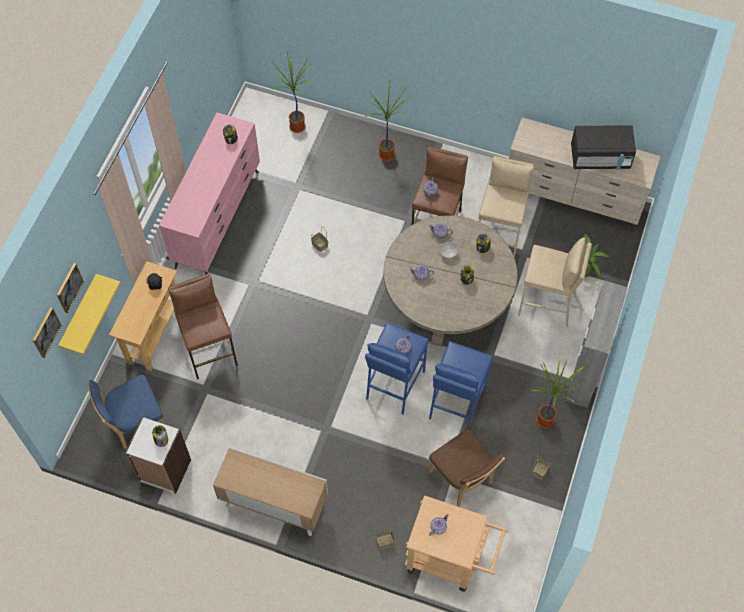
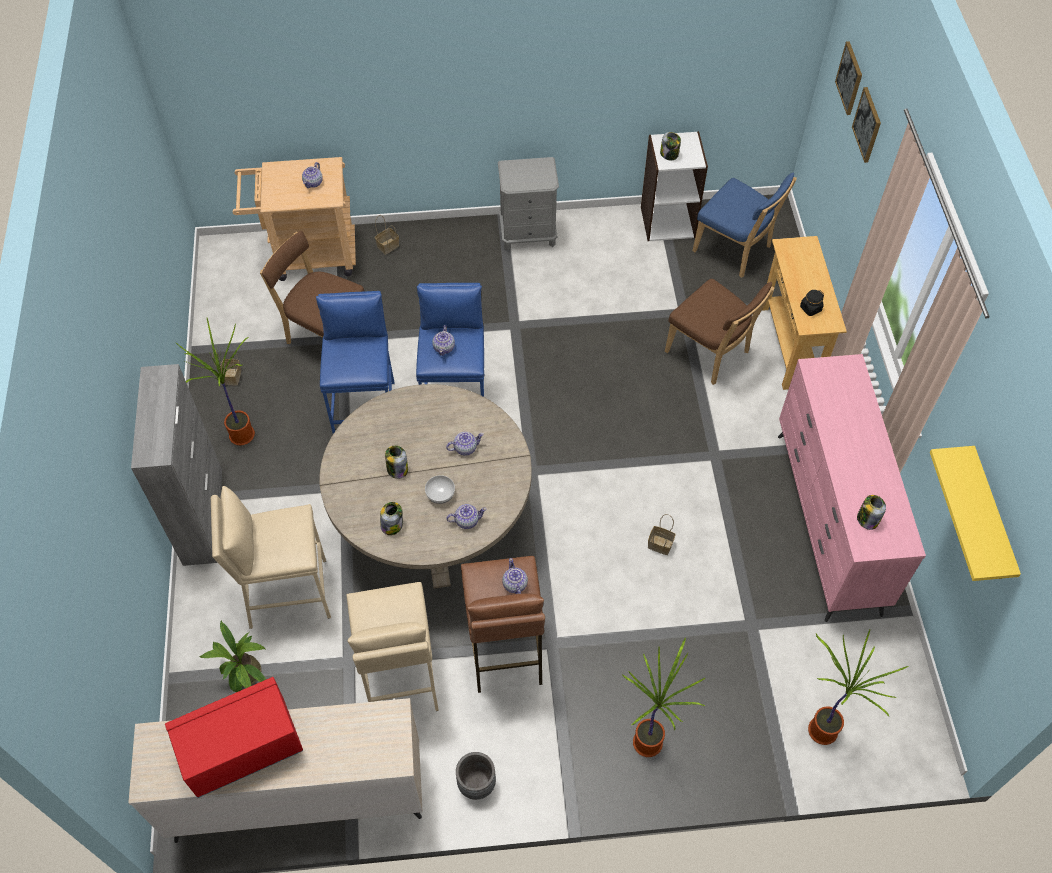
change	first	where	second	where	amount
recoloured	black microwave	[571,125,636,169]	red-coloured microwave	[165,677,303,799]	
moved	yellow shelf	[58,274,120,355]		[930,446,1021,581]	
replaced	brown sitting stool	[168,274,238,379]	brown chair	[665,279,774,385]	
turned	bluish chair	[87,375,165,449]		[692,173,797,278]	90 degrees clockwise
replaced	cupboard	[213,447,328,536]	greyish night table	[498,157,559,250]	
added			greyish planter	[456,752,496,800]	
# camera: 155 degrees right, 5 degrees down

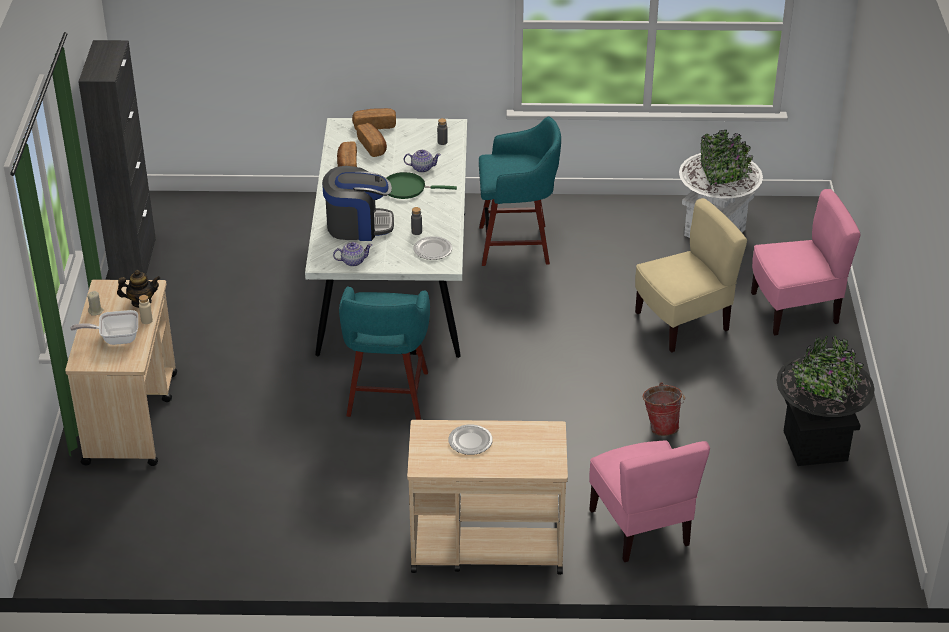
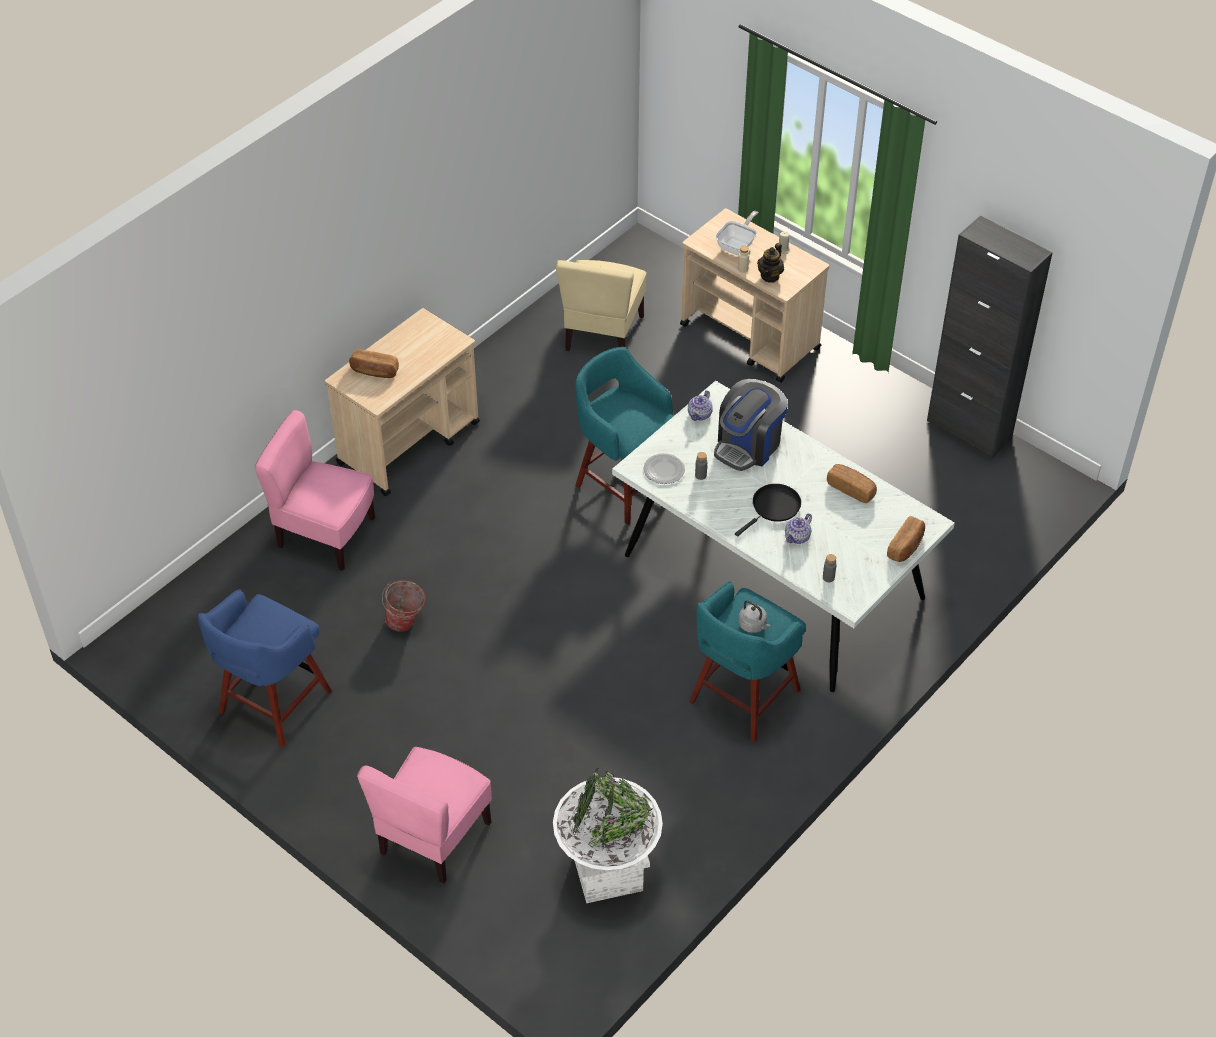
change	first	where	second	where	amount
moved	bread	[357,123,387,157]		[349,349,399,378]	
recoloured	greenish pan	[385,172,457,199]	black pan	[735,484,801,536]	
moved	beige-coloured chair	[635,198,747,353]		[555,260,647,351]	
replaced	black planter	[776,335,875,466]	bluish sitting stool	[198,589,332,748]	
removed	dinner plate	[448,424,493,455]			
added			greyish tea kettle	[738,600,770,633]	
# camera: 130 degrees right, 10 degrees up

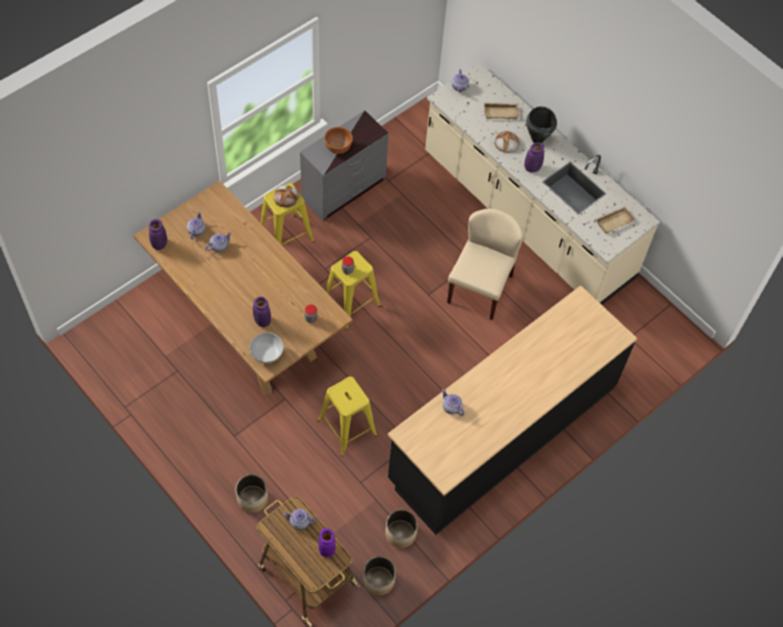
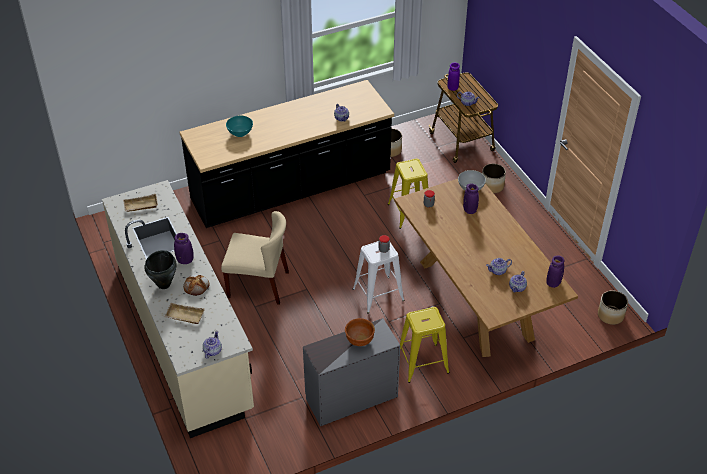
change	first	where	second	where	amount
removed	bread	[273,185,299,208]			
turned	beige-coloured chair	[447,209,524,320]		[221,211,289,305]	120 degrees counterclockwise
recoloured	yellow sitting stool	[326,251,381,330]	white-coloured sitting stool	[353,241,405,313]	
moved	planter	[363,556,396,596]		[598,290,628,325]	
added			turquoise bowl	[226,116,253,137]	
# camera: 160 degrees left, 15 degrees down

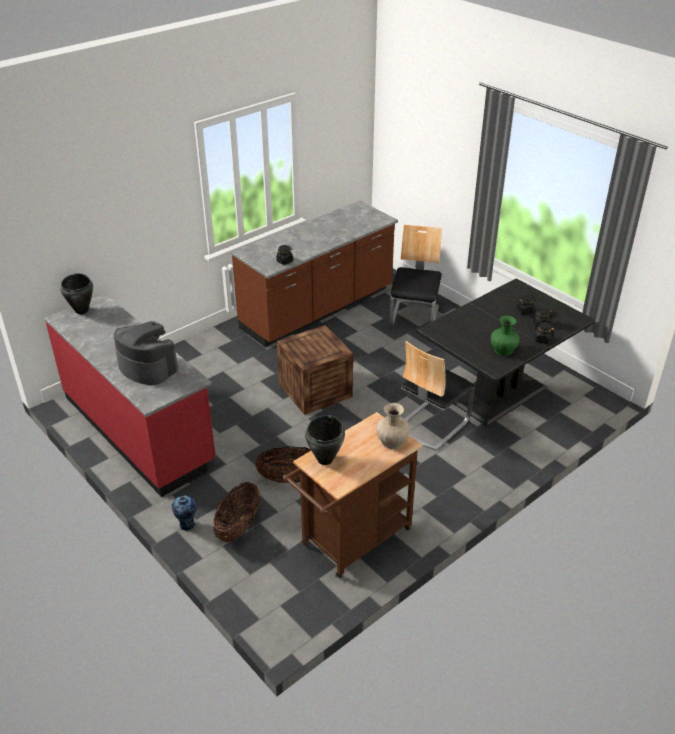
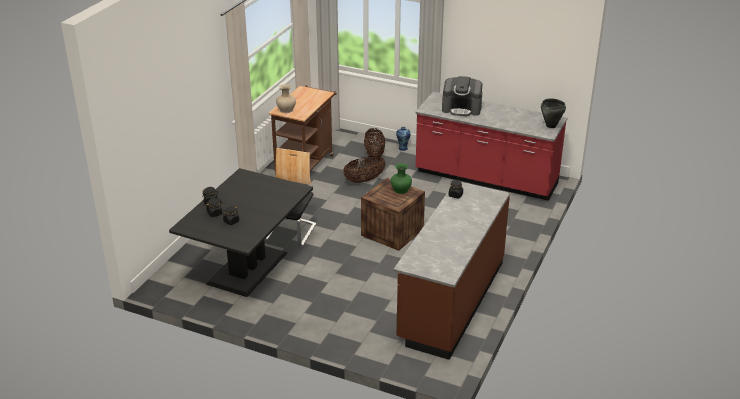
change	first	where	second	where	amount
removed	chair	[390,224,442,326]			
moved	greenish vase	[491,316,519,356]		[390,163,412,194]	
removed	black cooking pot	[305,415,345,465]			
# camera: 155 degrees right, 5 degrees down

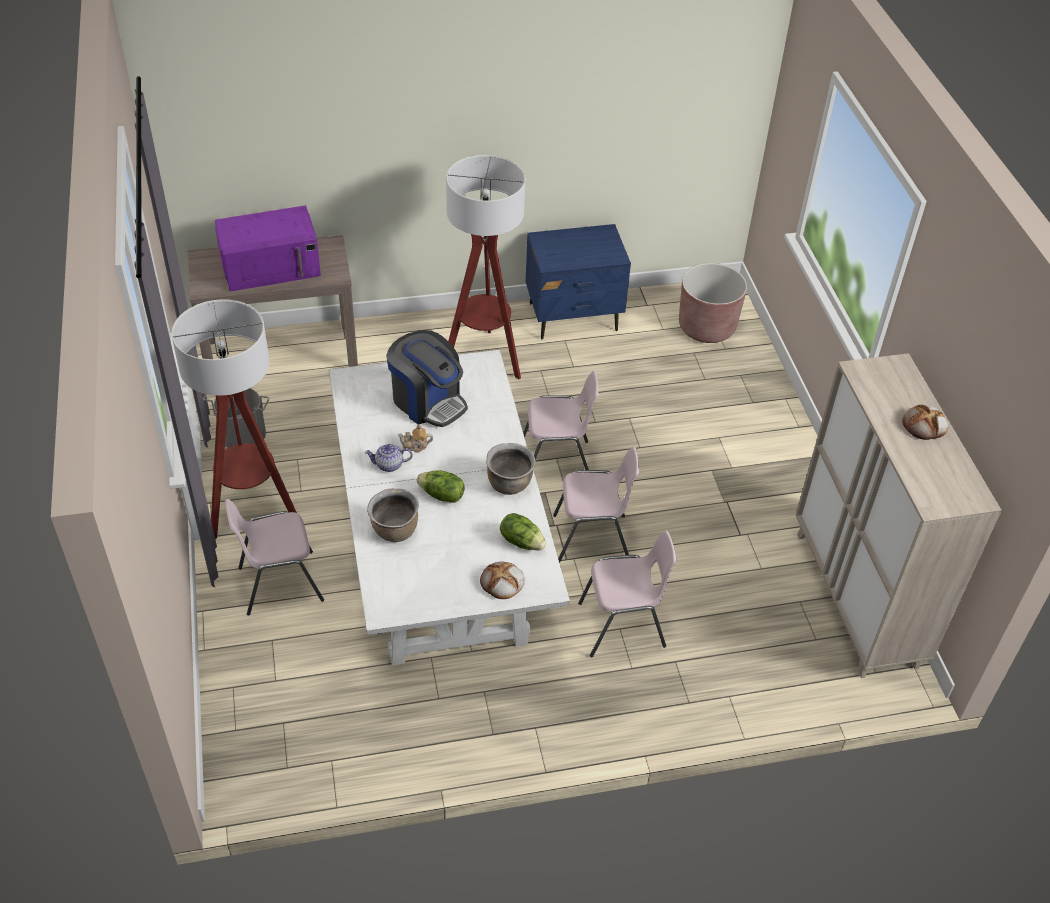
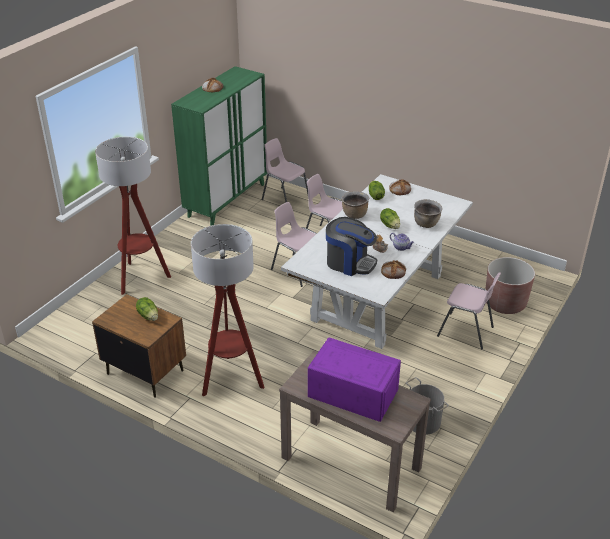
change	first	where	second	where	amount
recoloured	bluish night table	[526,224,631,340]	brown night table	[92,294,186,398]	
moved	brown planter	[679,263,747,343]		[486,257,535,314]	
moved	standard lamp	[171,299,297,539]		[95,137,171,295]	
turned	coffee machine	[386,330,468,427]		[326,217,377,276]	120 degrees clockwise
recoloured	beige-coloured cupboard	[796,353,1001,678]	greenish cupboard	[171,66,268,226]	
moved	pink-coloured chair	[523,371,598,470]		[262,138,308,202]	
added			bread	[381,260,406,279]	
added			lettuce	[136,297,158,321]	
# camera: 135 degrees left, 10 degrees down

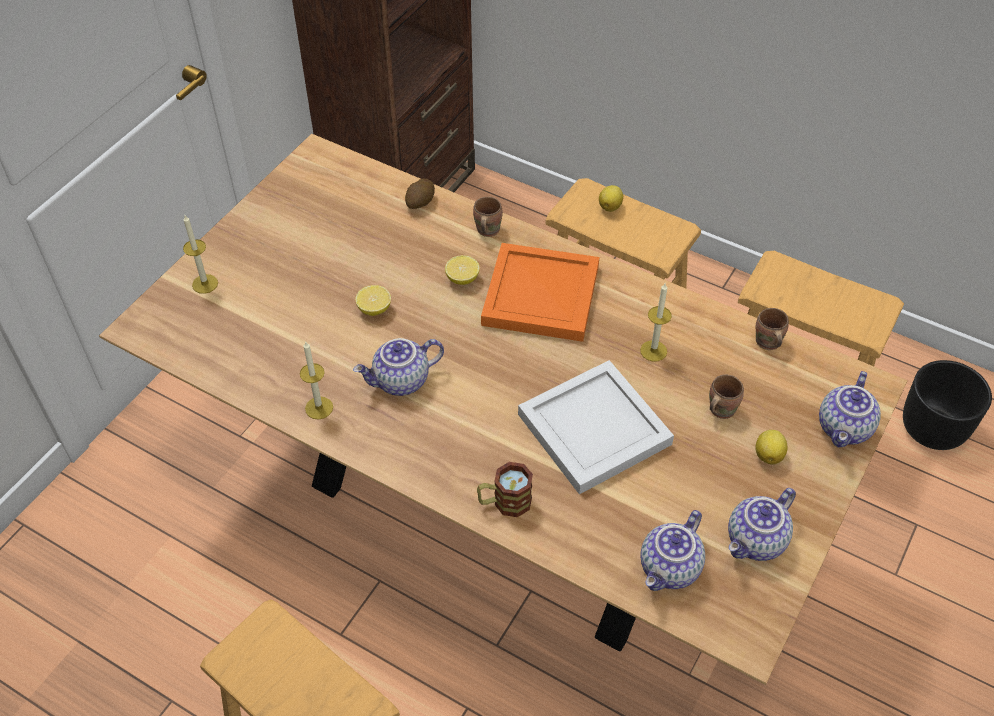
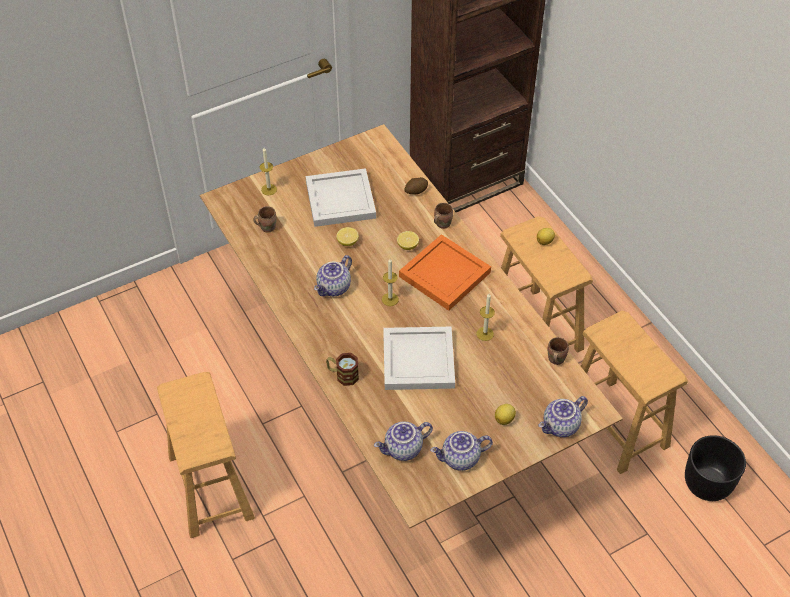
change	first	where	second	where	amount
turned	teapot	[353,338,444,396]		[314,255,352,296]	60 degrees counterclockwise
moved	candle	[300,342,333,419]		[382,259,399,306]	
moved	brown coffee mug	[709,374,744,419]		[253,206,277,233]	
added			white-coloured carrying tray	[306,168,376,227]	
# camera: 30 degrees right, 0 degrees up

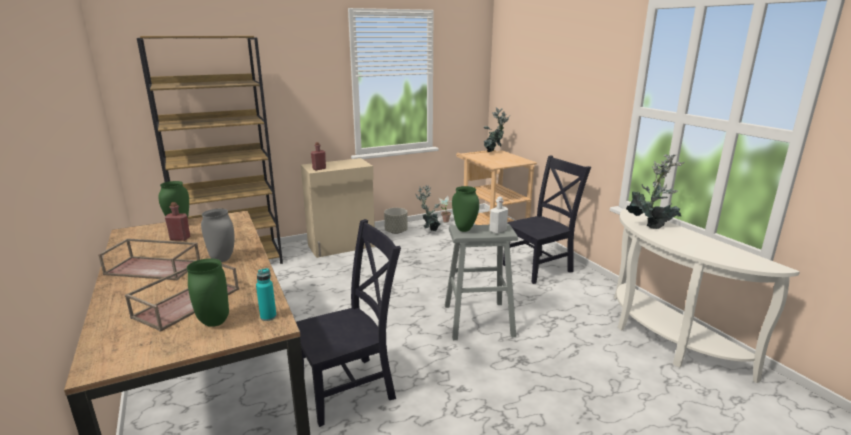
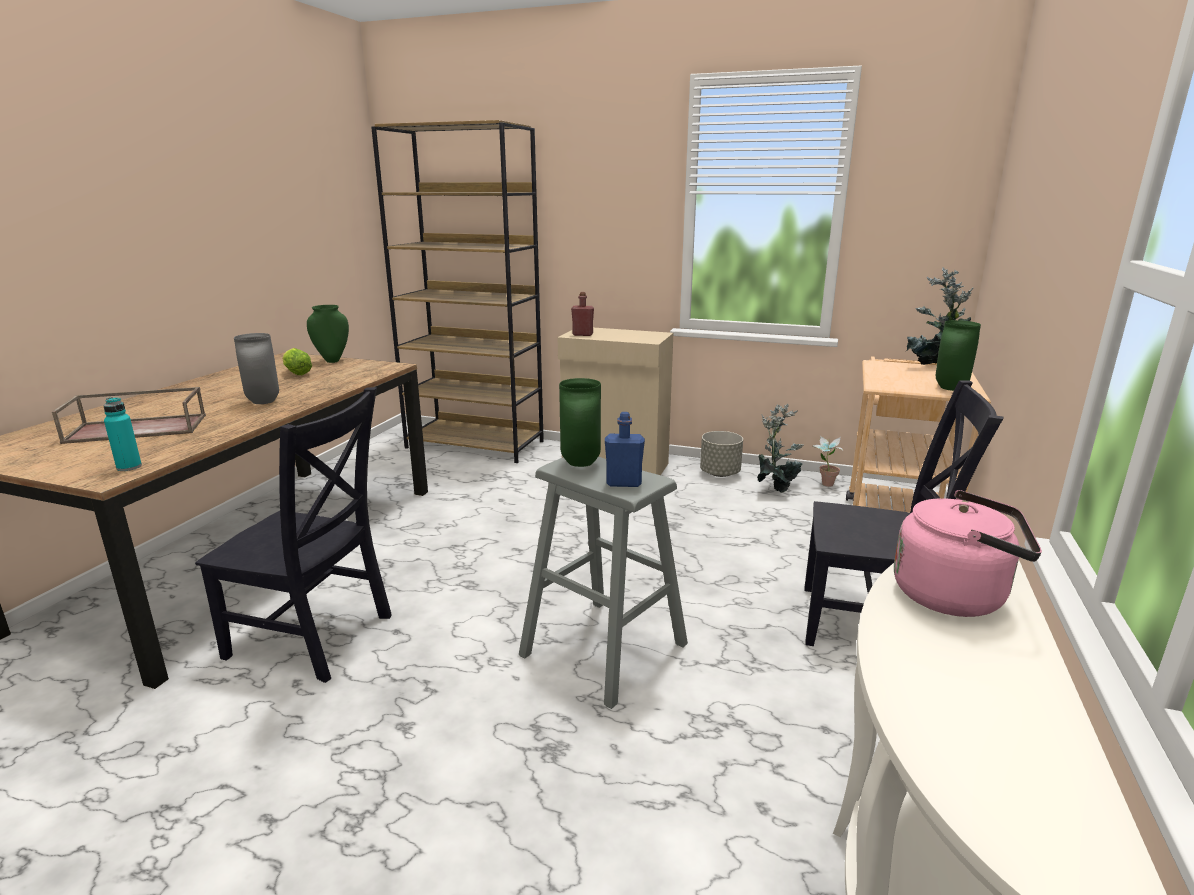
change	first	where	second	where	amount
replaced	plant in a pot	[626,154,685,229]	pink-coloured tea kettle	[894,490,1042,617]	
recoloured	white-coloured drink bottle	[489,196,508,234]	bluish drink bottle	[605,412,645,487]	
replaced	red-coloured drink bottle	[165,202,190,241]	lettuce	[282,348,312,375]	
removed	brown carrying tray	[98,238,200,280]			
moved	greenish vase	[187,258,229,327]		[936,320,981,391]	
# camera: 45 degrees right, 0 degrees up

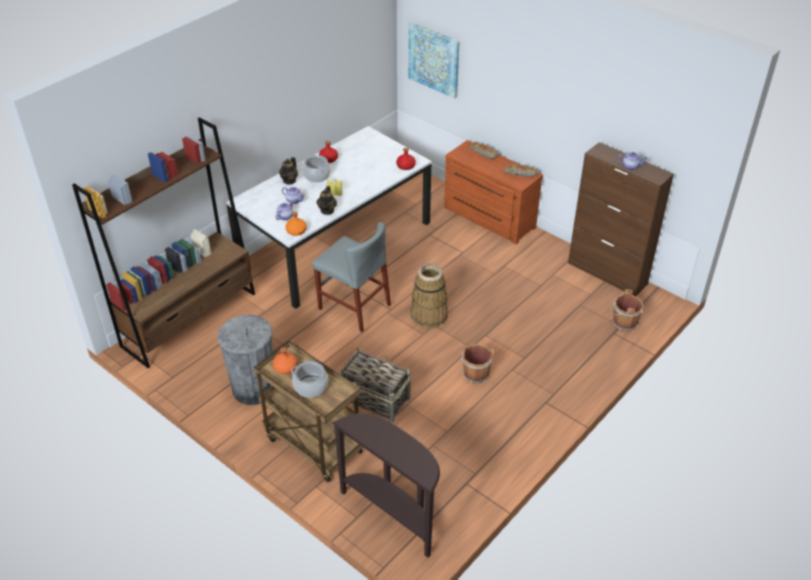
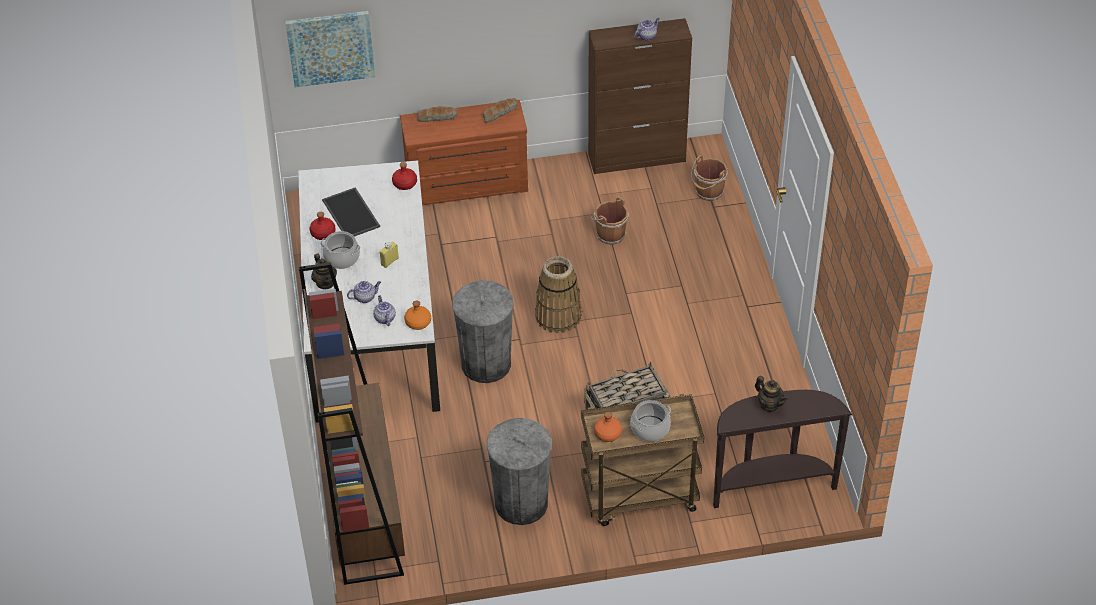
change	first	where	second	where	amount
moved	teapot	[317,186,337,215]		[755,376,787,412]	
replaced	greyish chair	[312,222,391,332]	greyish waste bin	[452,280,514,383]	
moved	brown pail	[460,344,494,384]		[591,197,629,245]	
added			carrying tray	[322,187,380,237]	
# camera: 50 degrees left, 5 degrees up

